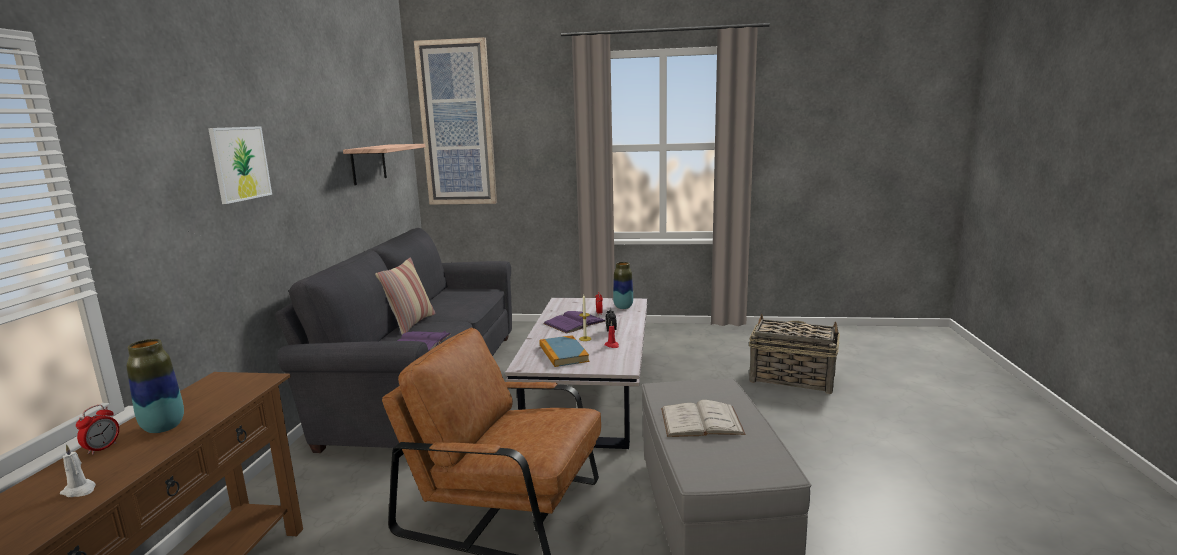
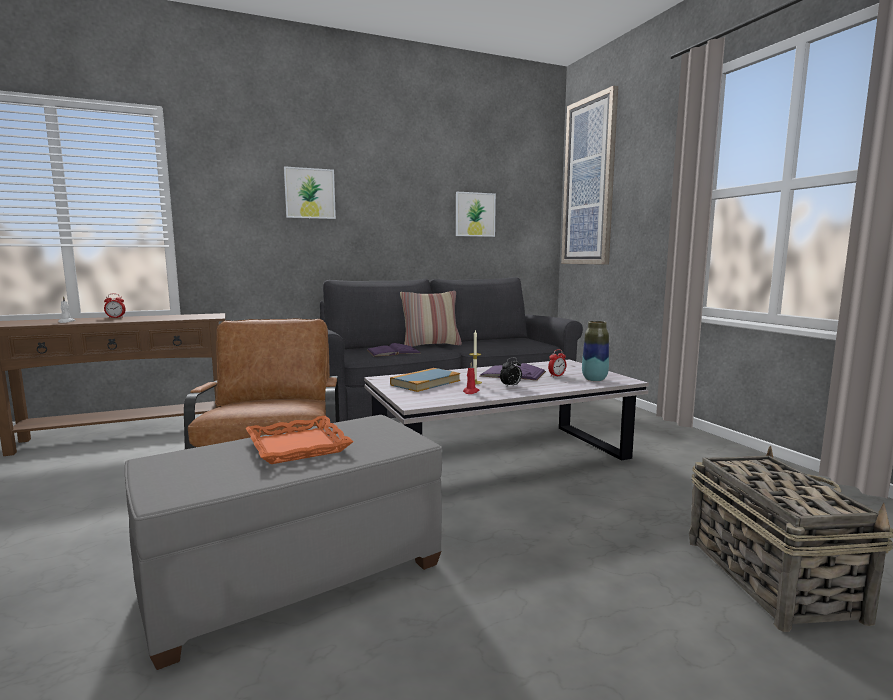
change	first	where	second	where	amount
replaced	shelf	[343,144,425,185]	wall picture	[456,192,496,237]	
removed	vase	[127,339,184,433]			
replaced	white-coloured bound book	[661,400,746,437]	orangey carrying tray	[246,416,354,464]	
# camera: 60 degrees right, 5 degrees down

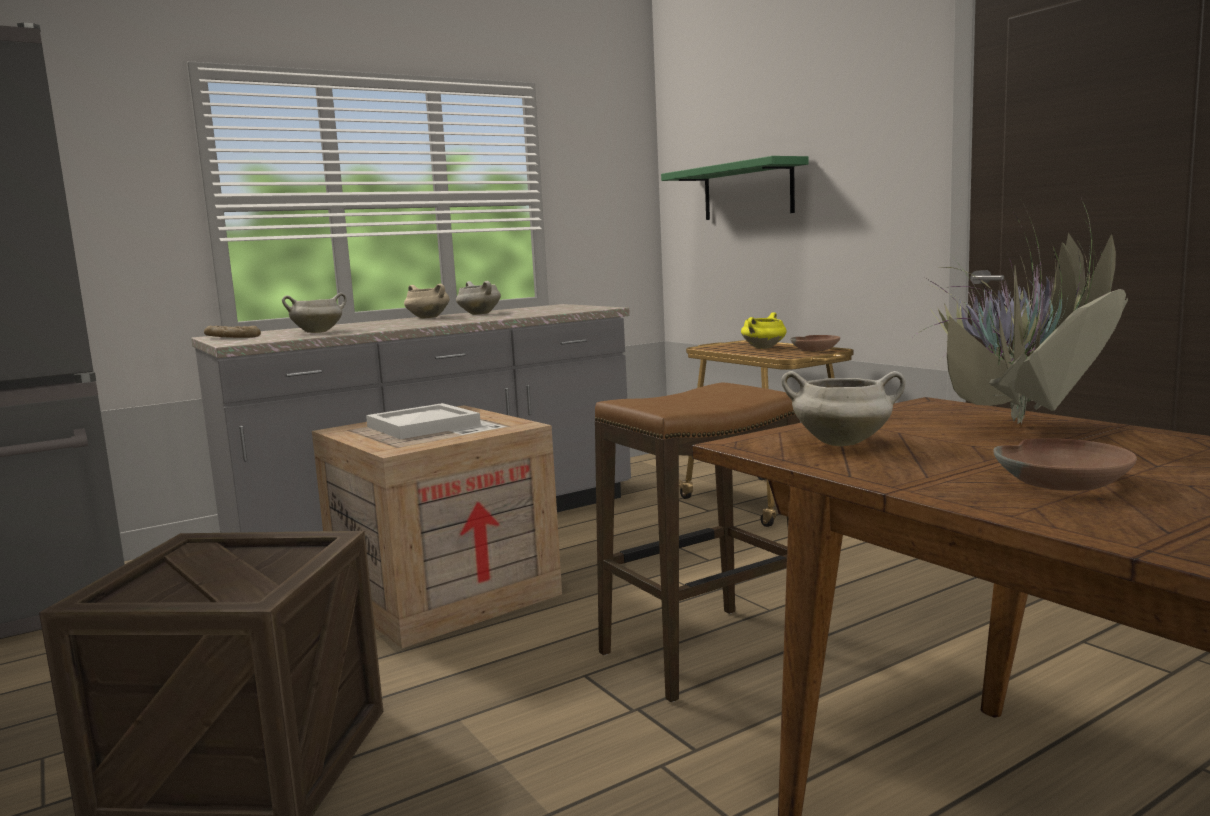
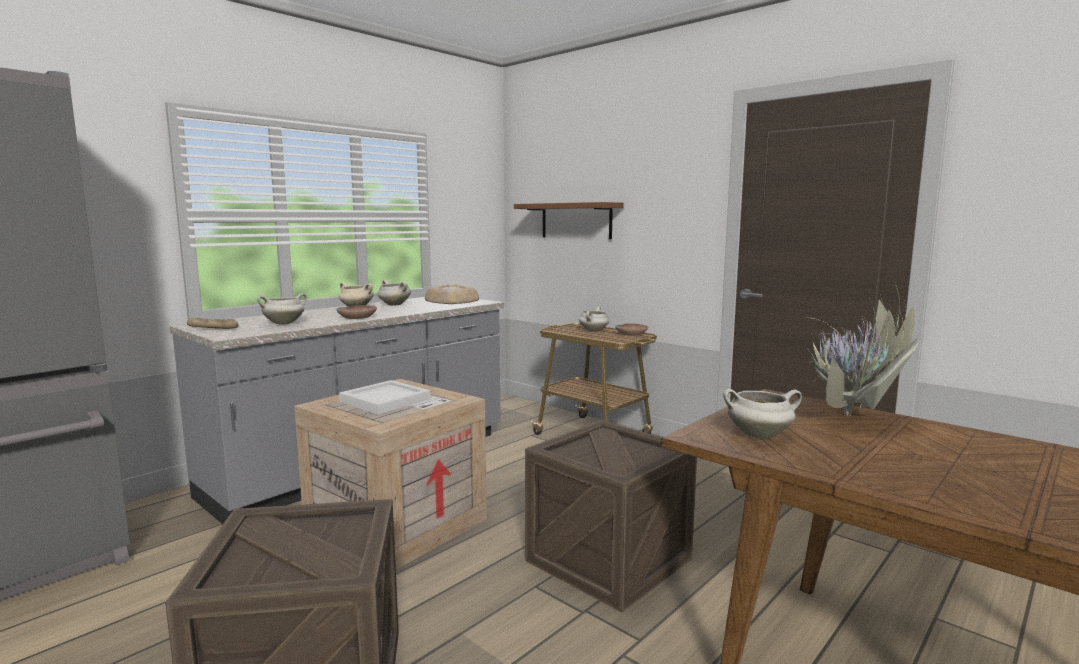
change	first	where	second	where	amount
recoloured	greenish shelf	[661,156,809,220]	brown shelf	[514,202,624,239]	
recoloured	yellow cooking pot	[741,312,787,349]	white-coloured cooking pot	[579,307,609,332]	
replaced	sitting stool	[595,382,800,702]	crate	[525,420,697,613]	
moved	brown bowl	[993,438,1137,491]		[336,305,377,319]	
added			bread	[425,284,479,304]	
# camera: 15 degrees left, 0 degrees up

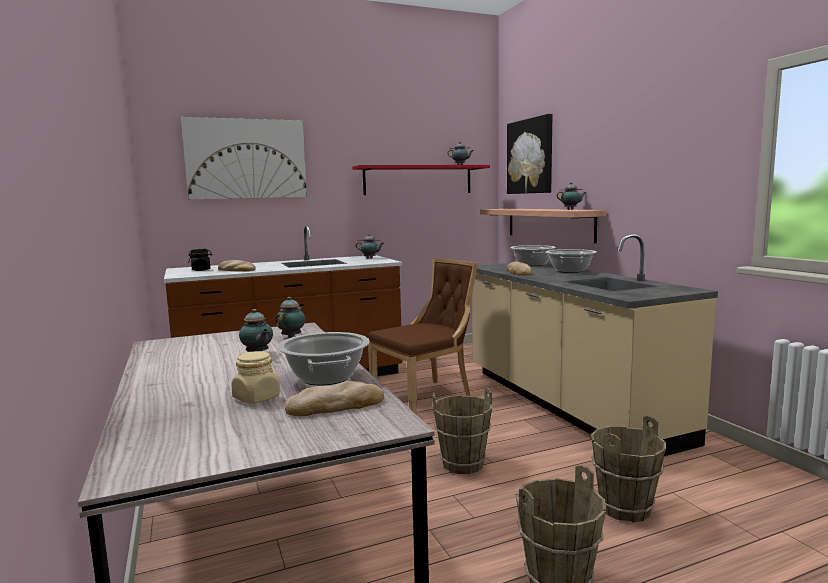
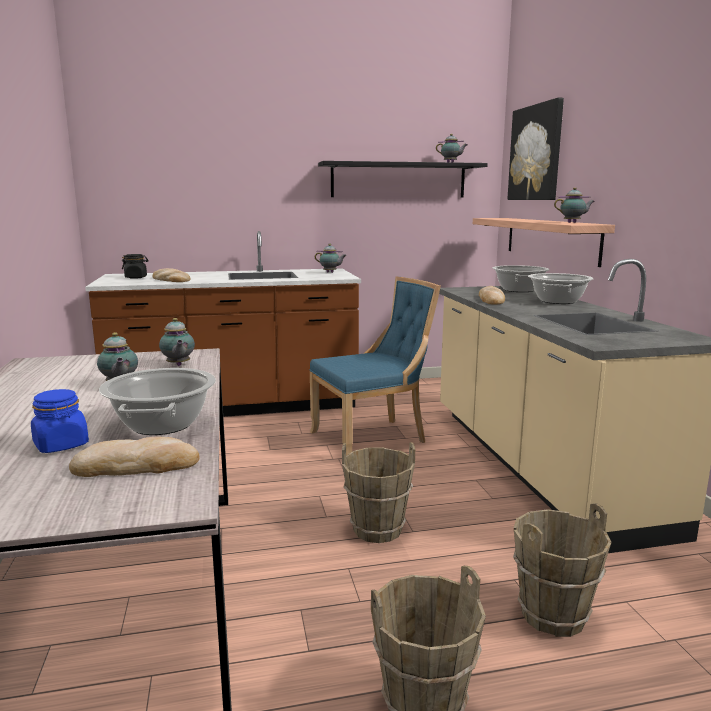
change	first	where	second	where	amount
removed	wall picture	[181,117,307,200]			
recoloured	red-coloured shelf	[352,165,490,195]	black shelf	[318,161,488,197]	
recoloured	brown chair	[368,258,478,414]	bluish chair	[310,276,441,455]	
turned	teapot	[276,297,305,338]		[159,318,195,366]	135 degrees clockwise
recoloured	beige-coloured preserve jar	[231,351,280,404]	bluish preserve jar	[31,389,89,453]	
# camera: 10 degrees right, 5 degrees up

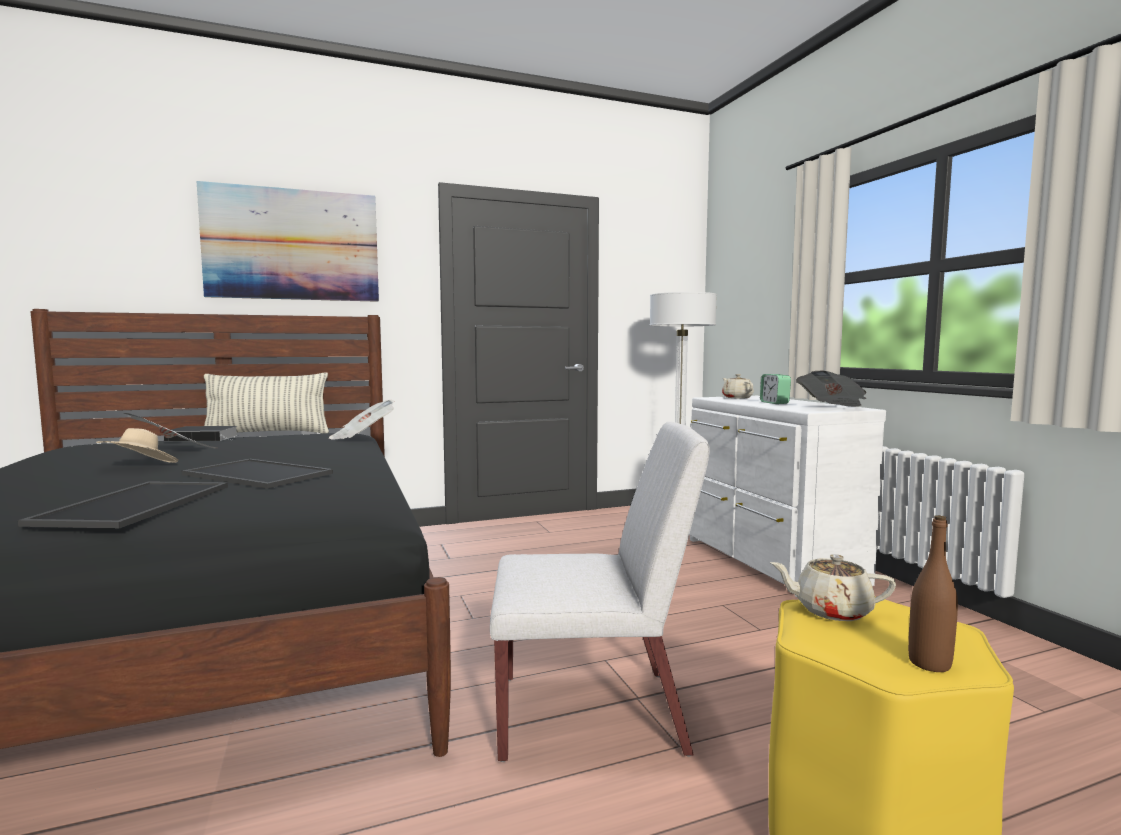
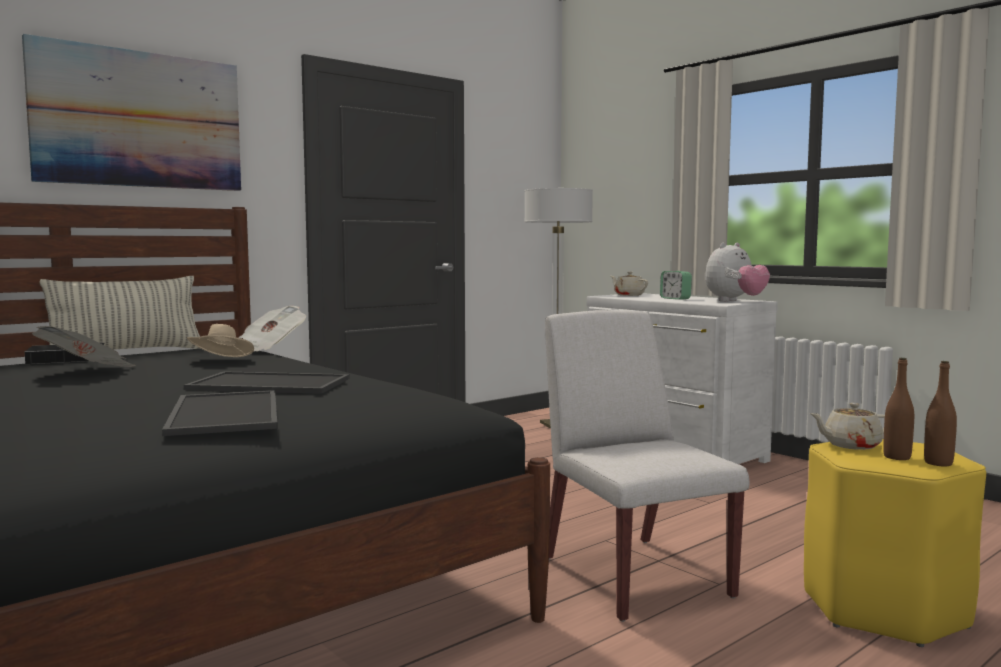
change	first	where	second	where	amount
replaced	printed paper	[796,371,866,407]	plush toy	[705,243,770,302]	
turned	white-coloured chair	[490,422,710,762]		[545,310,749,622]	90 degrees counterclockwise
moved	beige-coloured wearable hat	[96,428,178,463]		[187,324,254,357]	
added			brown drink bottle	[883,358,914,460]	
# camera: 20 degrees left, 0 degrees up

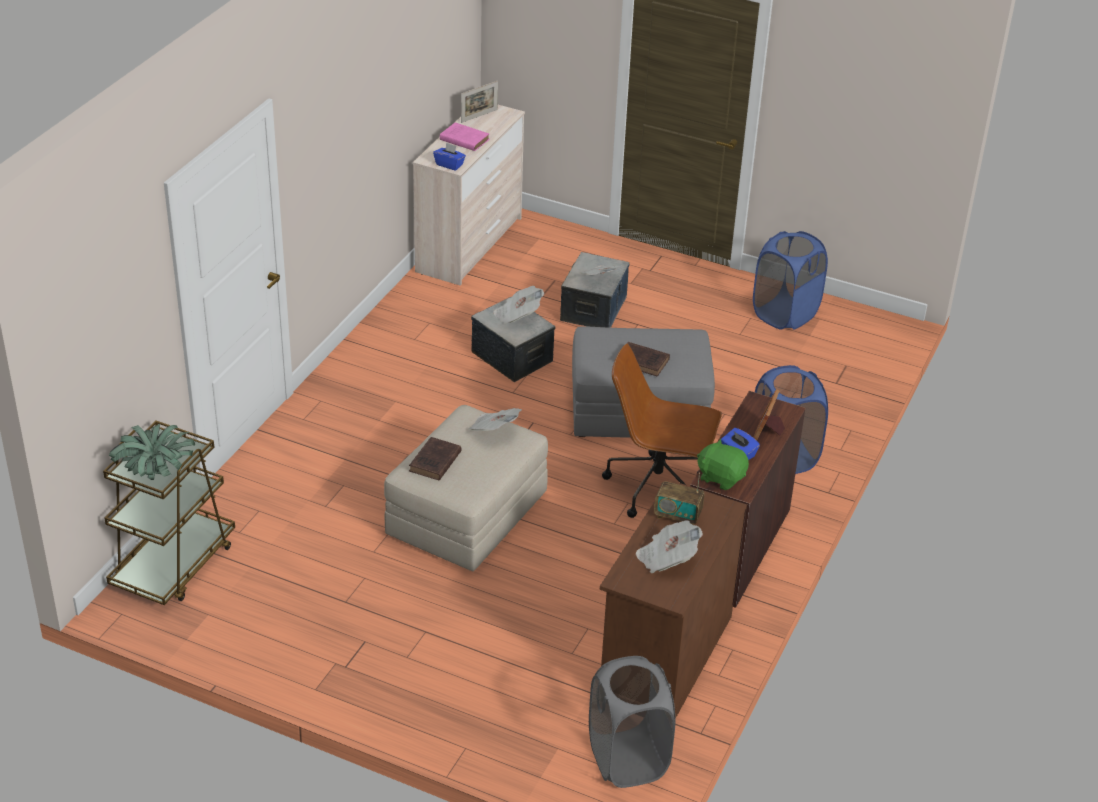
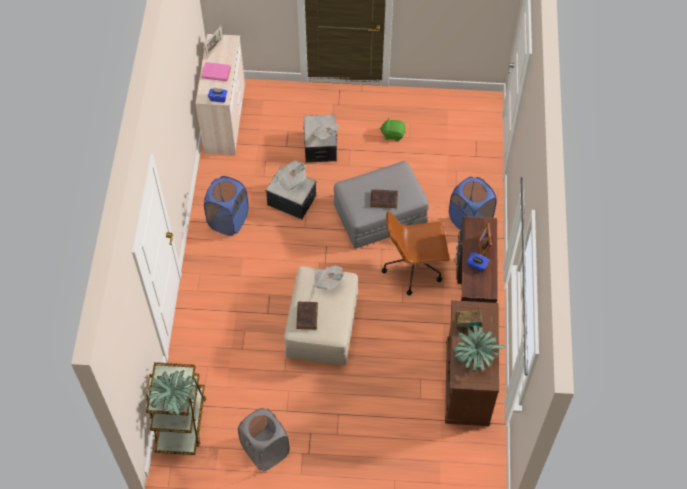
change	first	where	second	where	amount
moved	bluish washing basket	[753,231,828,330]		[204,176,249,236]	
moved	greenish plush toy	[697,439,749,490]		[380,117,406,141]	
replaced	printed paper	[636,520,703,573]	plant in a pot	[453,325,506,372]	
moved	greyish washing basket	[589,656,676,788]		[238,408,290,471]	
# camera: 20 degrees left, 20 degrees up

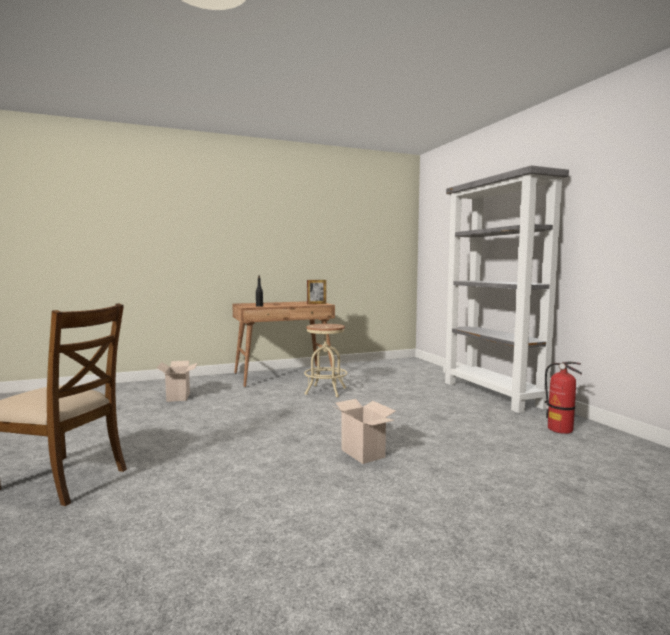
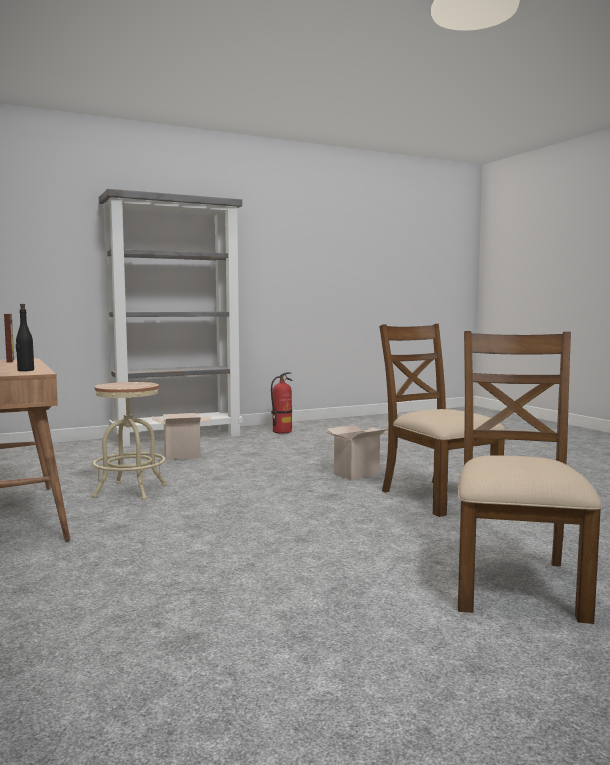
change	first	where	second	where	amount
moved	carton	[157,361,197,402]		[152,413,212,460]	
added			brown chair	[379,324,505,517]	
# camera: 95 degrees left, 0 degrees up

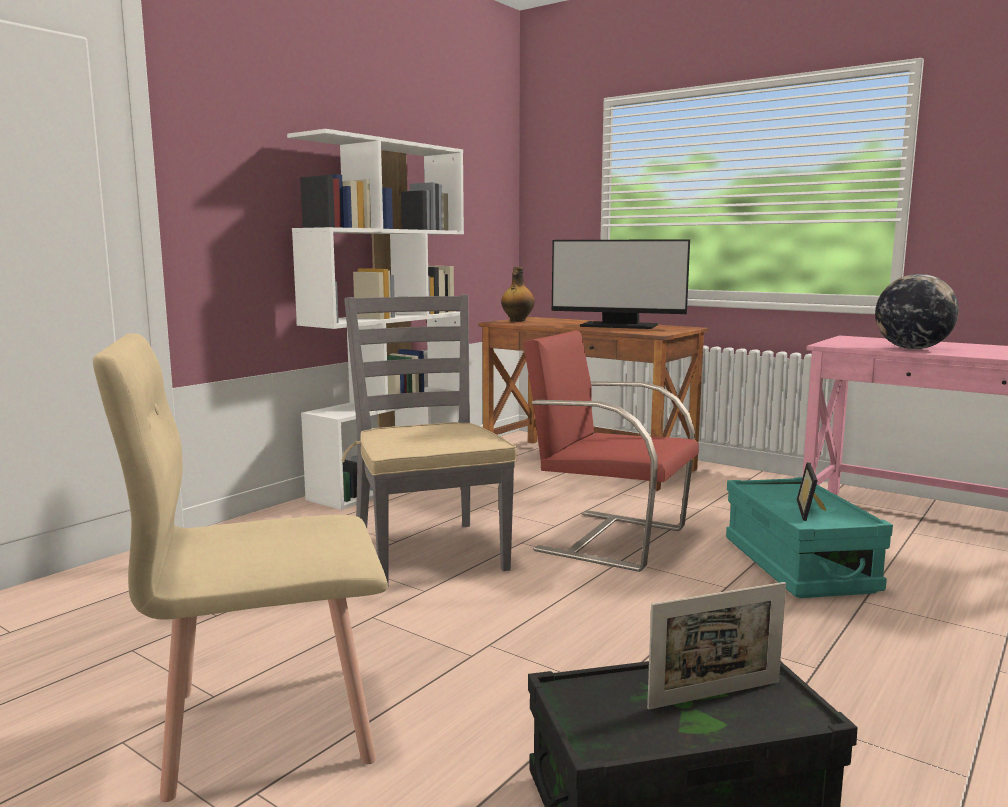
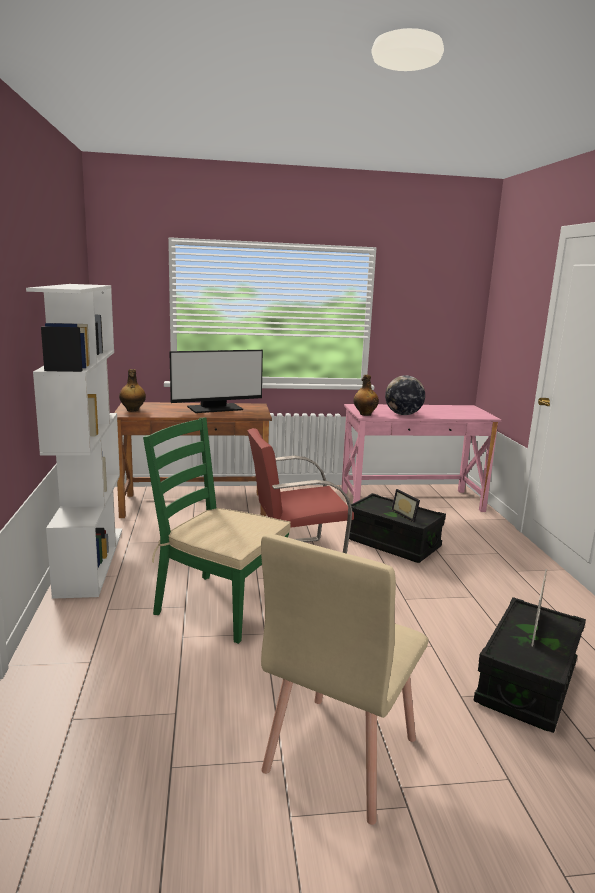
change	first	where	second	where	amount
recoloured	greyish chair	[341,295,517,586]	greenish chair	[143,417,291,644]	
recoloured	turquoise storage bin	[726,477,893,598]	black storage bin	[349,493,446,563]	
added			drink bottle	[353,375,379,416]	
# camera: 45 degrees left, 5 degrees up

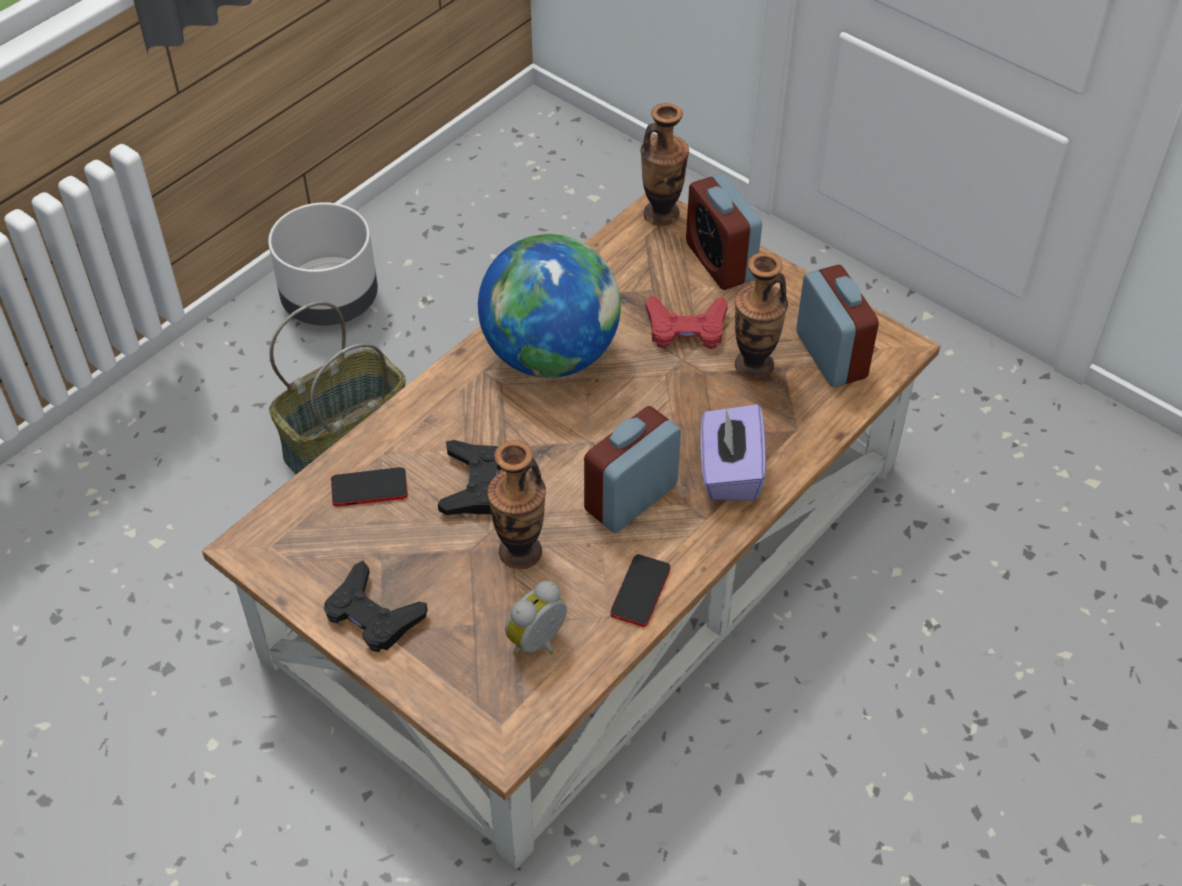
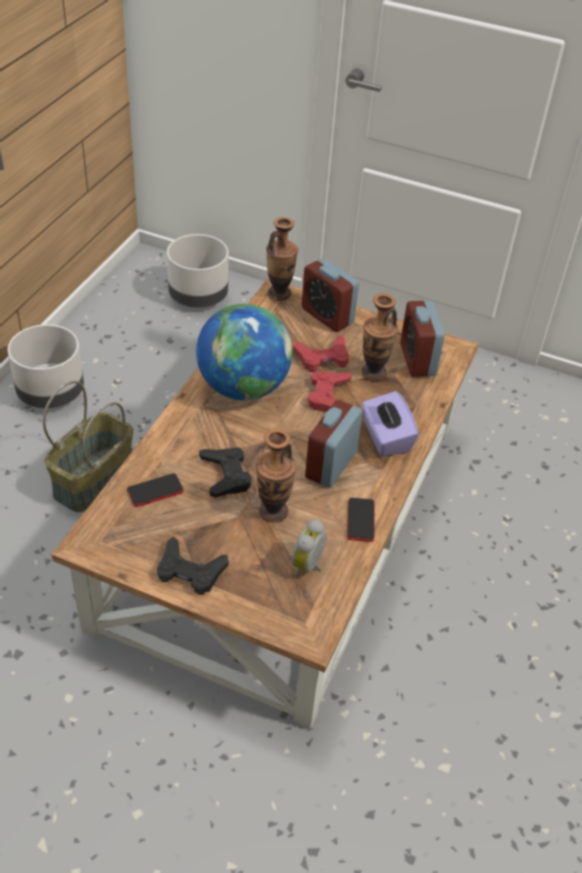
change	first	where	second	where	amount
turned	bedside clock	[796,265,879,387]		[400,300,445,377]	150 degrees counterclockwise
added			greyish planter	[167,234,229,308]	
added			red-coloured game controller	[308,371,352,411]	
# camera: 20 degrees left, 5 degrees down

